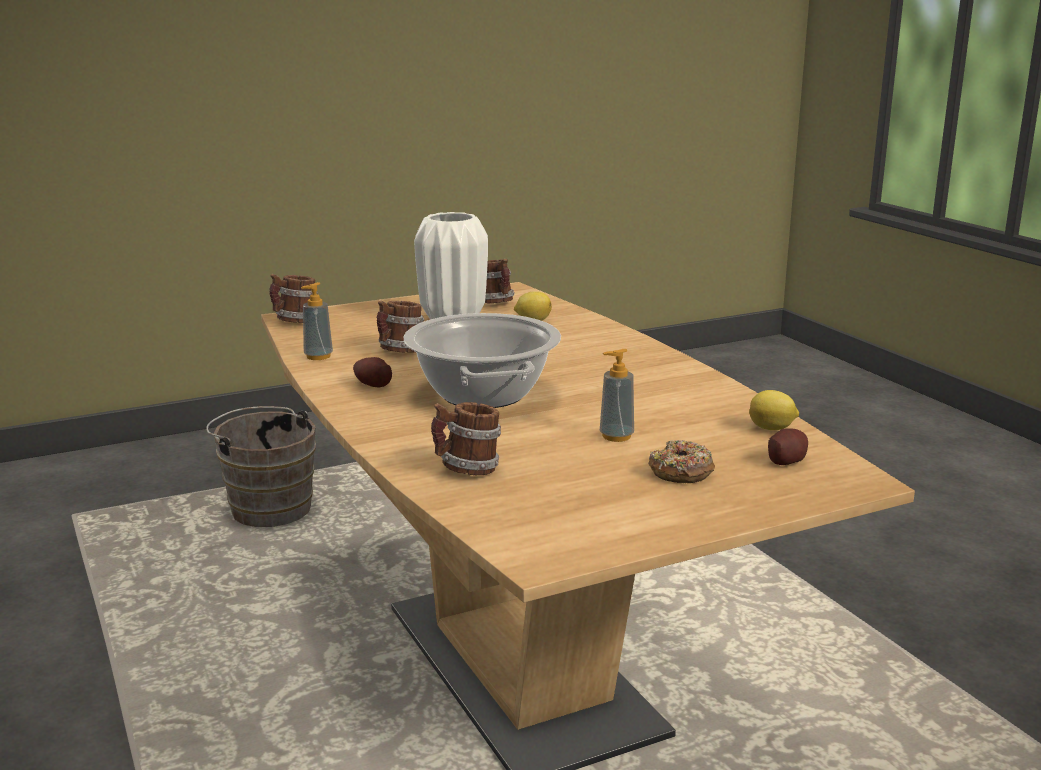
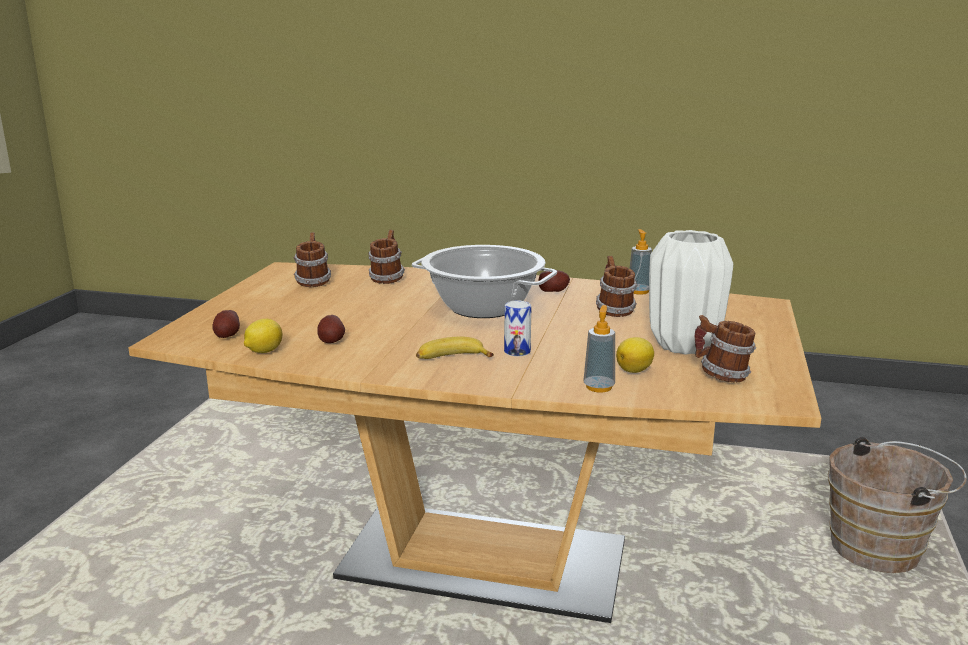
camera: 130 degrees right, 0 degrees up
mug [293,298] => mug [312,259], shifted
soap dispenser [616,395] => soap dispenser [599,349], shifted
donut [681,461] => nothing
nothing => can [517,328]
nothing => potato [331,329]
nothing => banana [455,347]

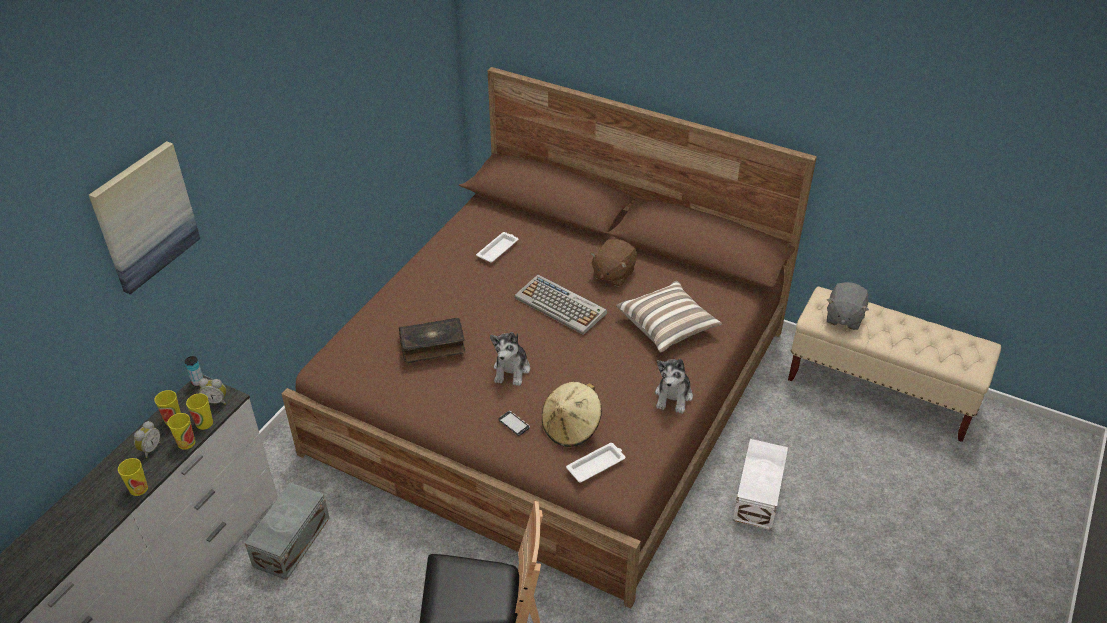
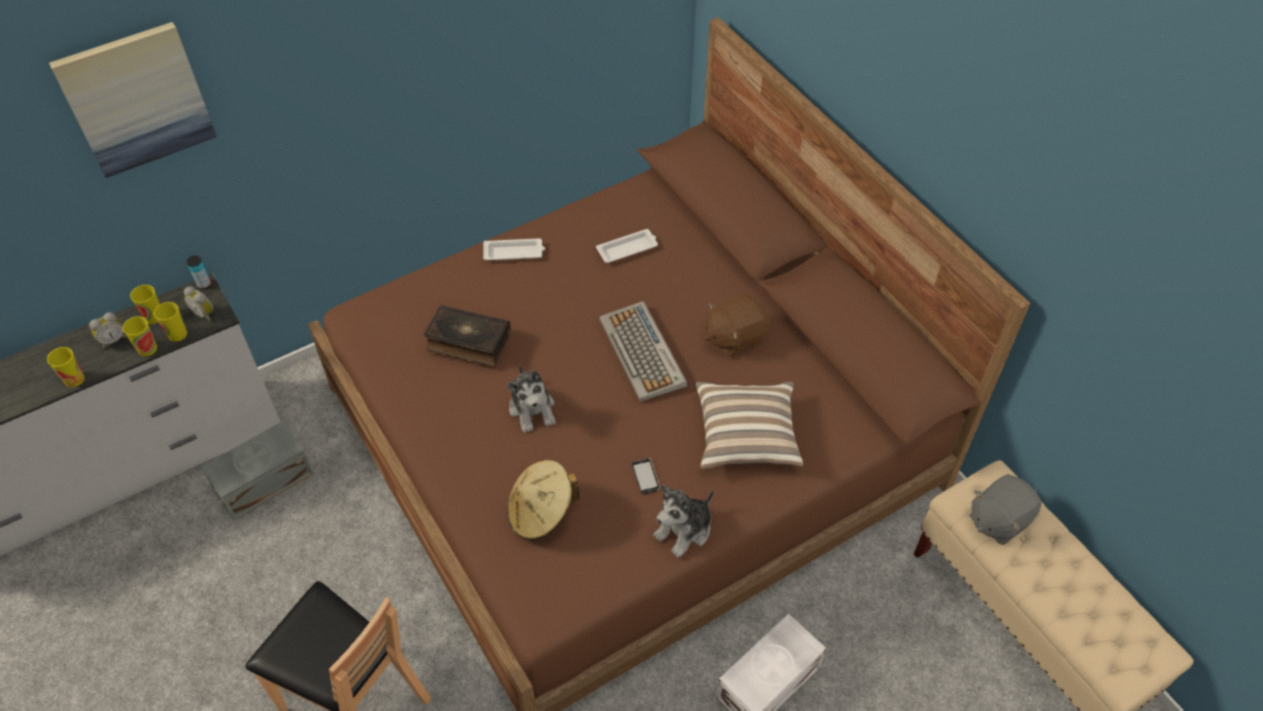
camera: 30 degrees right, 10 degrees up
plush toy [510,359] => plush toy [531,398], 60 degrees counterclockwise
phone [514,423] => phone [646,476], shifted
white tray [595,463] => white tray [514,249], shifted

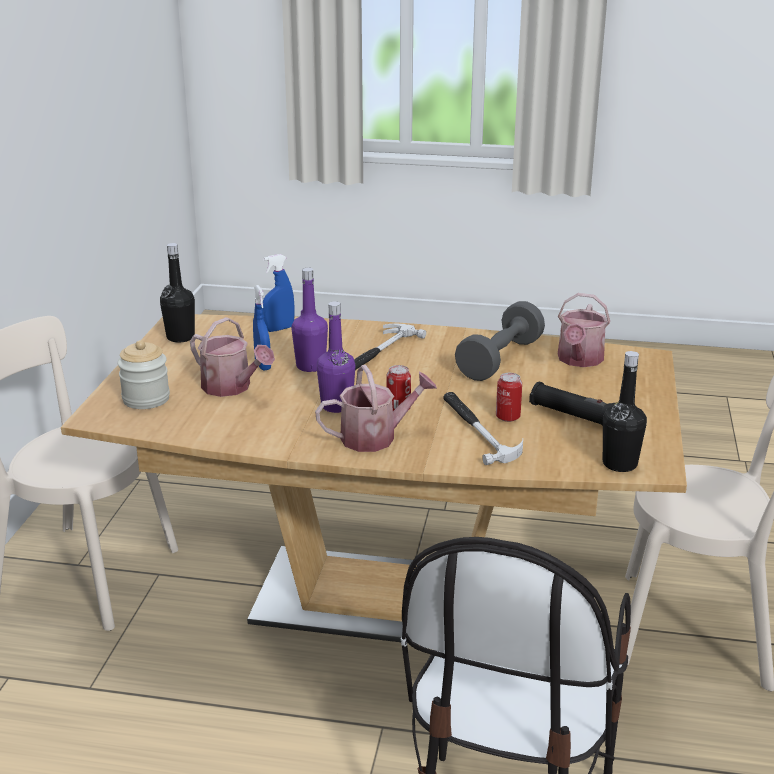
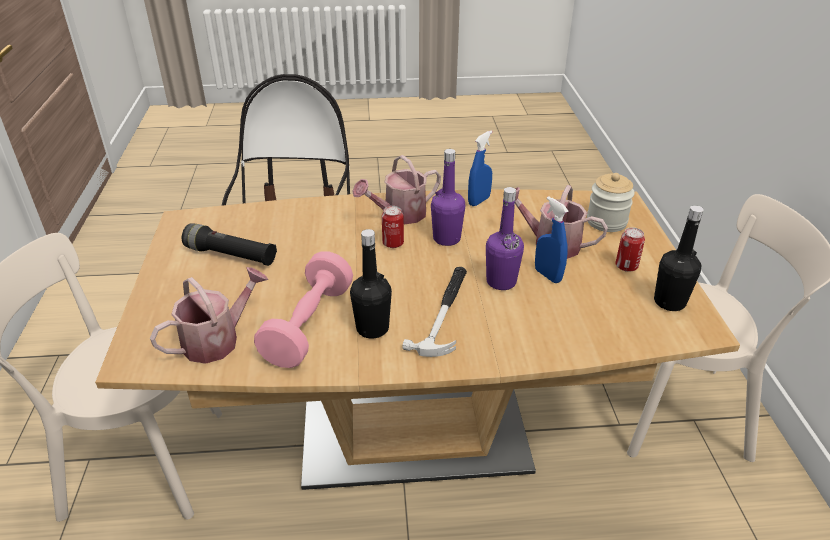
camera: 165 degrees right, 10 degrees up
blue spray bottle [278,293] => blue spray bottle [480,168], shifted
watering can [584,330] => watering can [209,315], 45 degrees clockwise
grey dumbbell [500,341] => pink dumbbell [303,309]
black bottle [625,411] => black bottle [371,284], shifted
can [509,397] => can [630,249], shifted
hammer [483,428] => nothing

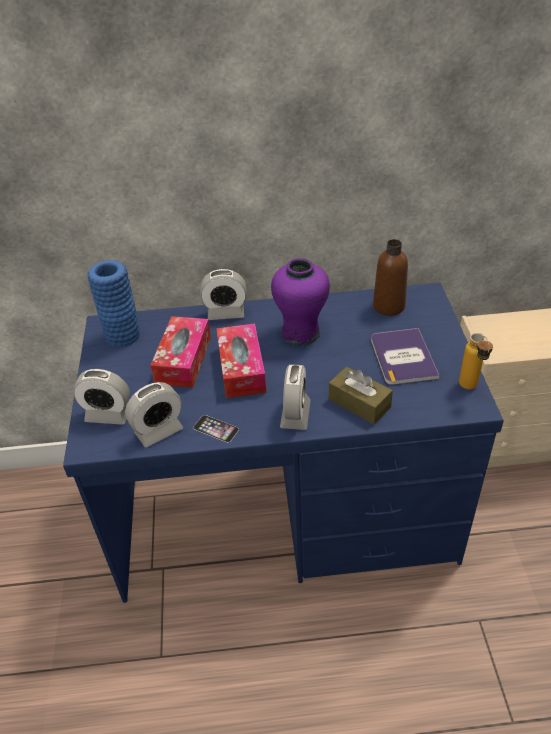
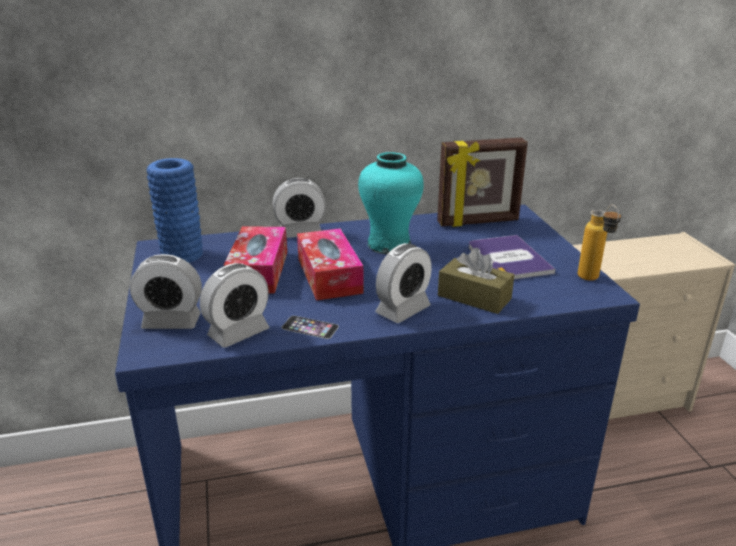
camera: 10 degrees left, 15 degrees down
brown bottle [390,277] => picture frame [482,182]
purple vase [300,302] => turquoise vase [391,203]
alarm clock [295,397] => alarm clock [403,283], 45 degrees clockwise

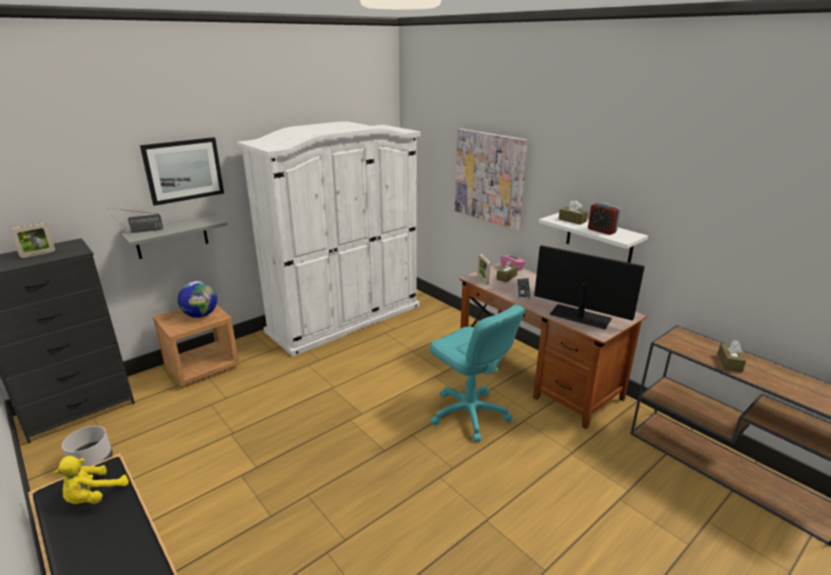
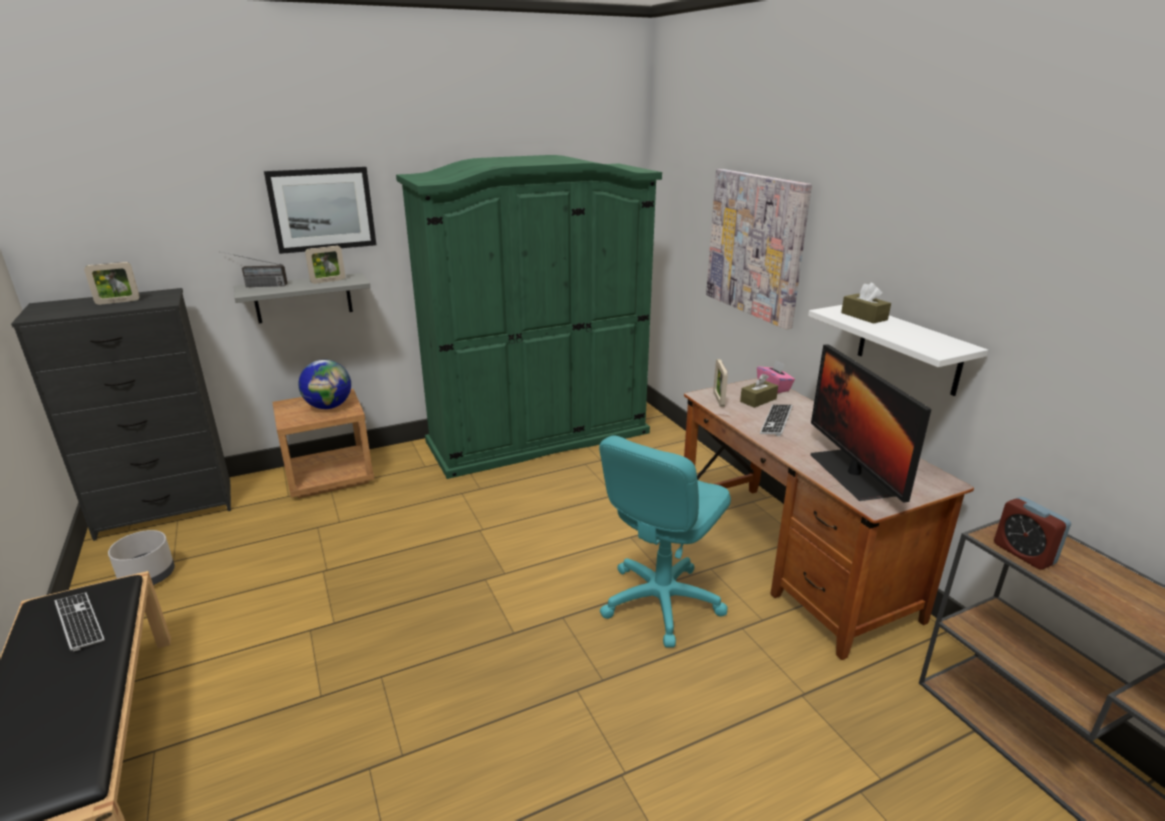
camera: 15 degrees right, 0 degrees up
white wardrobe [328,238] => green wardrobe [529,317]
alarm clock [604,219] => alarm clock [1032,533], shifted
monitor [589,287] => monitor [871,423], 150 degrees counterclockwise
turquoise office chair [477,373] => turquoise office chair [665,541], 60 degrees clockwise
brown tissue box [732,356] => nothing
yellow plush toy [91,480] => keyboard [80,622]
nothing => picture frame [325,265]

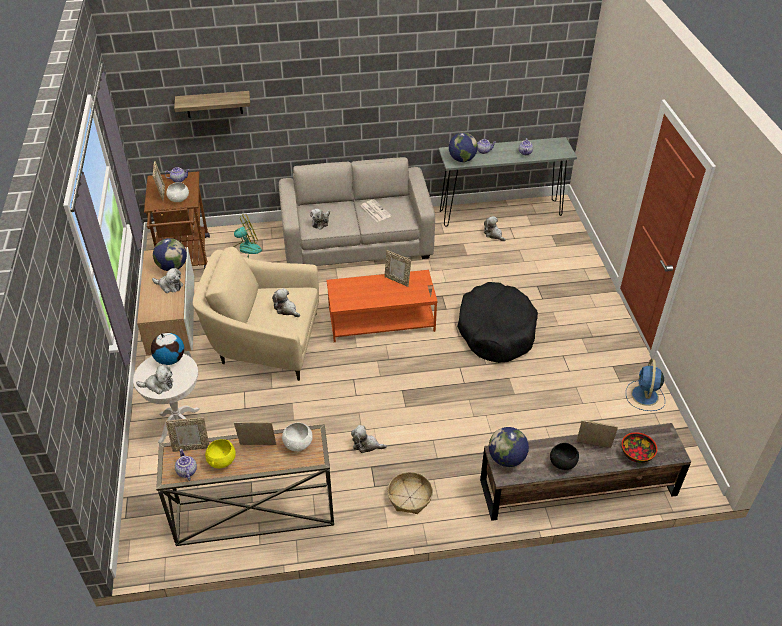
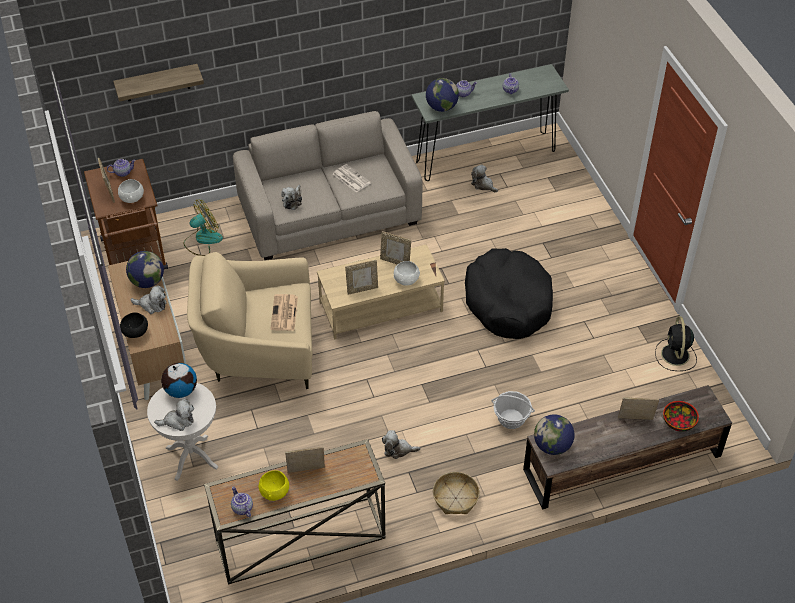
camera: 10 degrees left, 5 degrees up
orange coffee table [382,306] => beige coffee table [381,292]
plush toy [286,302] => newspaper [284,312]
blue fan [645,385] => black fan [676,343]
picture frame [187,434] => picture frame [361,277], shifted
white bowl [297,437] => white bowl [407,273], shifted
black bowl [564,456] => black bowl [134,325], shifted
nothing => basket [513,410]

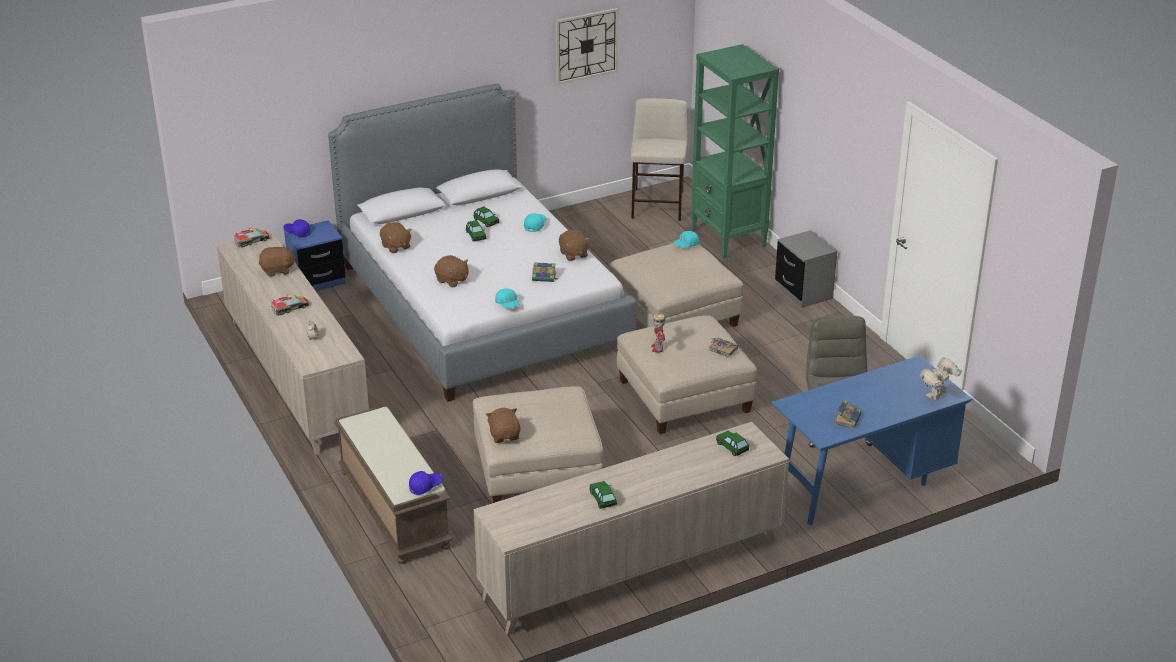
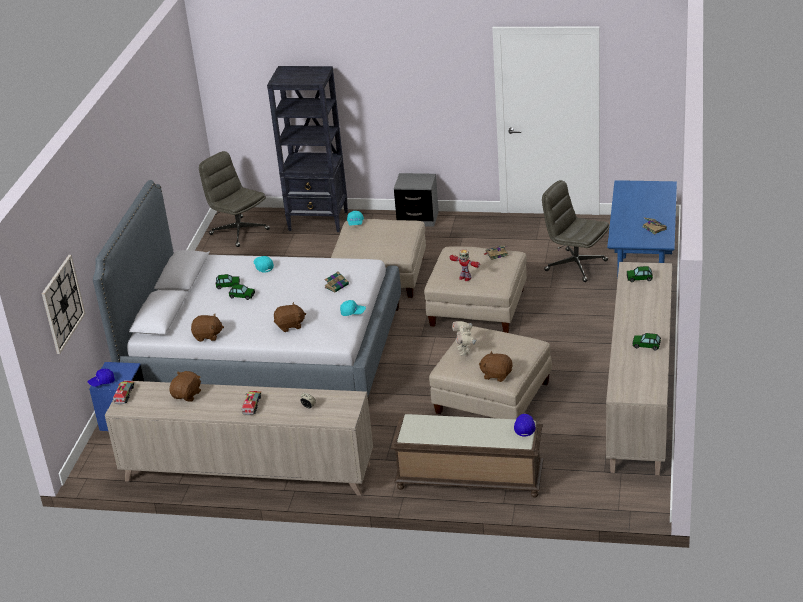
camera: 50 degrees left, 0 degrees up
wall clock [587,46] => wall clock [64,304], shifted
green bookcase [735,151] => black bookcase [307,149]
beige stool [658,159] => grey office chair [234,199]
brown plush toy [574,245] => nothing
toy robot [941,378] => toy robot [464,338], shifted

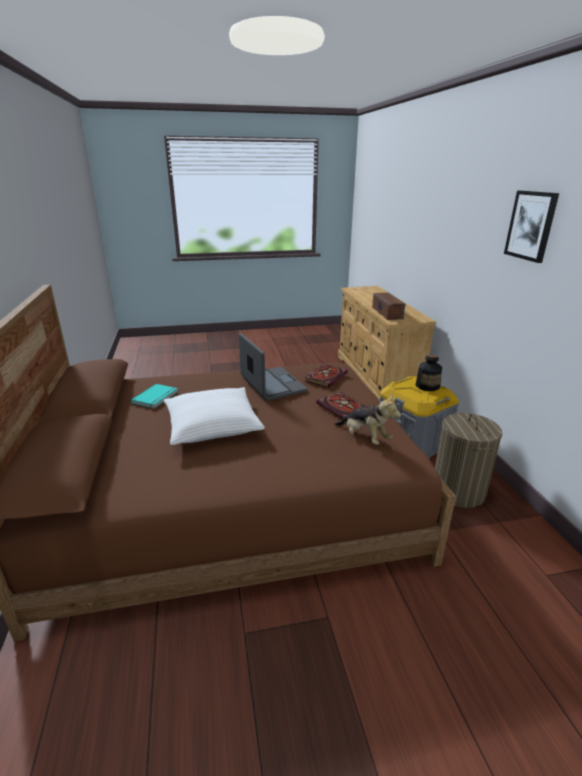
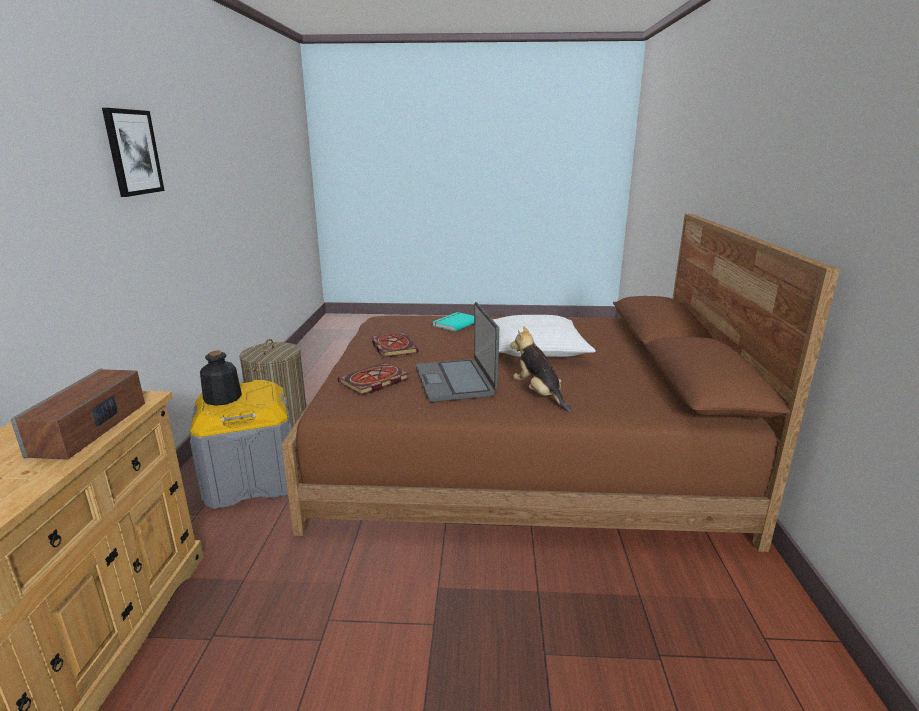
camera: 165 degrees left, 5 degrees down
turquoise book [154,396] => turquoise book [453,321], shifted
plush toy [368,419] => plush toy [540,369], shifted

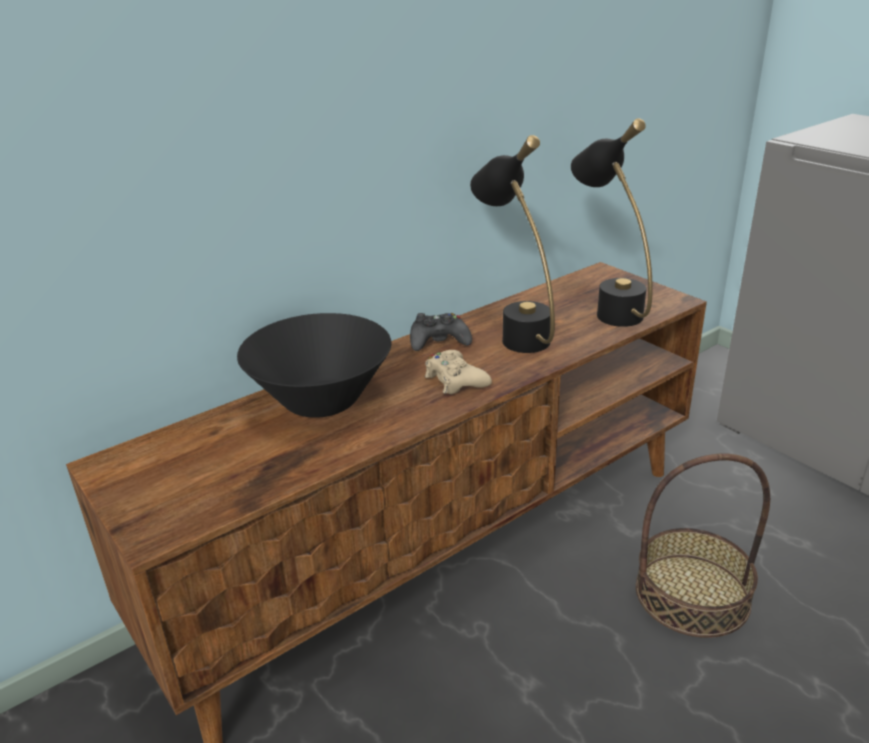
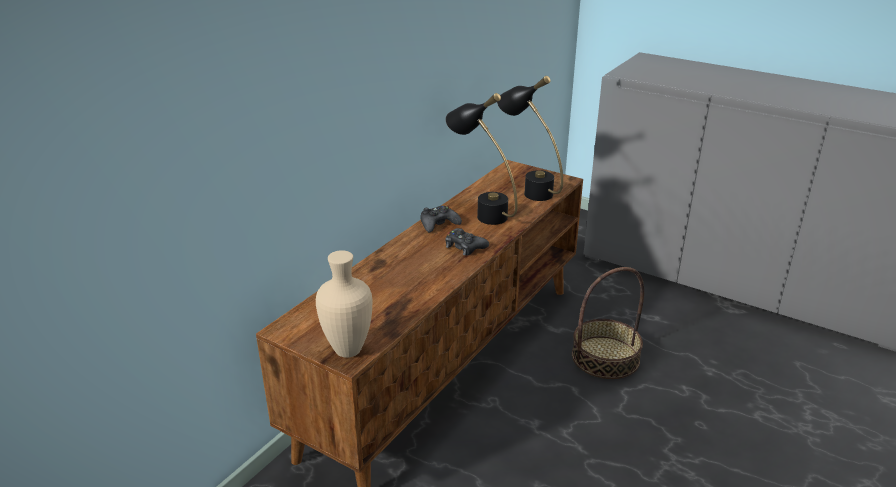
camera: 20 degrees left, 0 degrees up
black bowl [314,365] => nothing
beige game controller [458,372] => black game controller [467,242]
nothing => beige vase [344,304]

